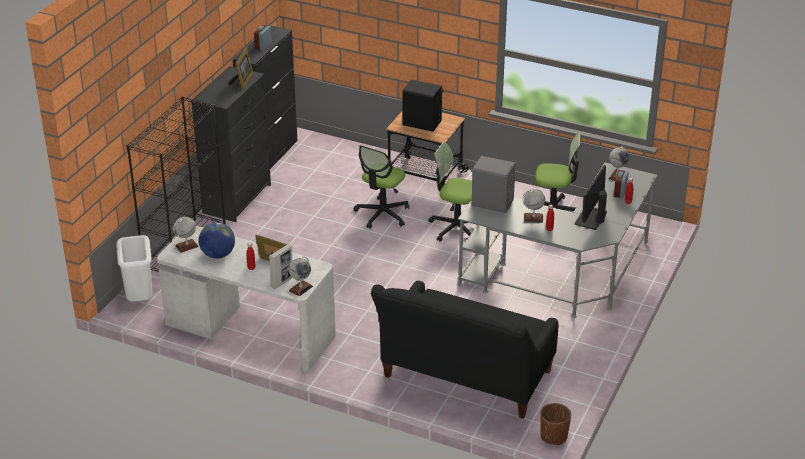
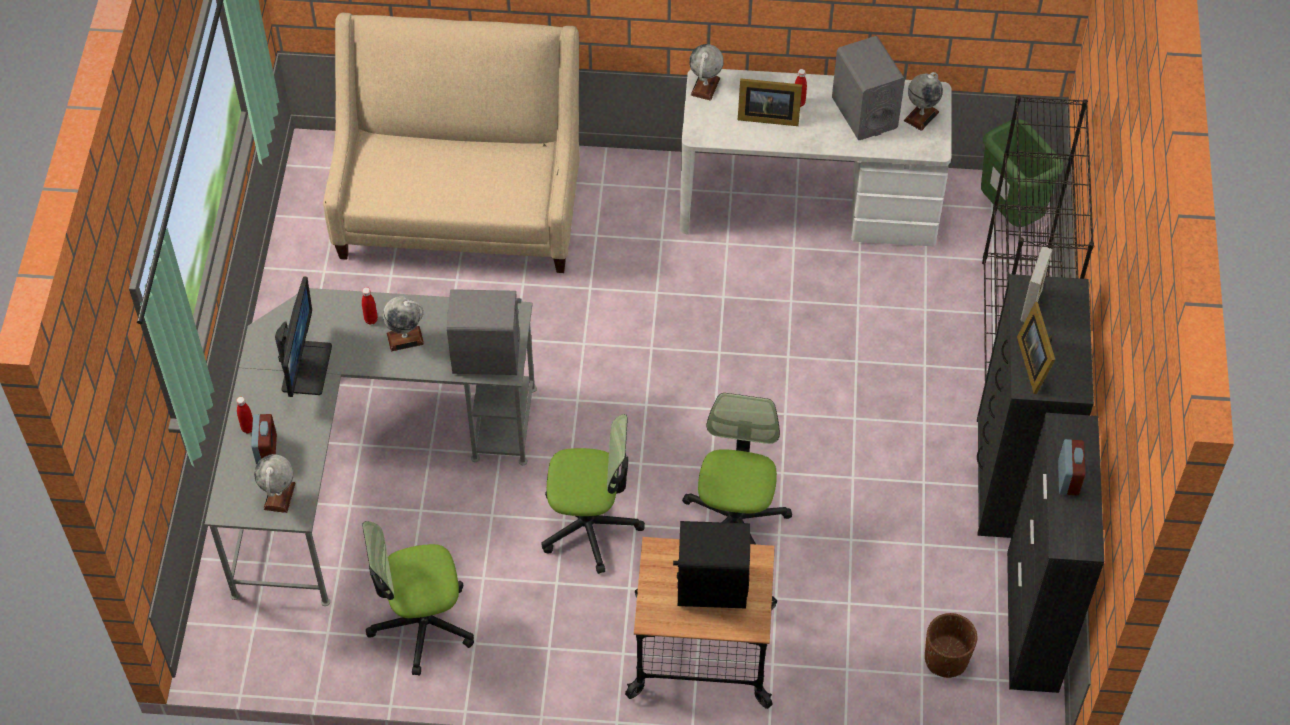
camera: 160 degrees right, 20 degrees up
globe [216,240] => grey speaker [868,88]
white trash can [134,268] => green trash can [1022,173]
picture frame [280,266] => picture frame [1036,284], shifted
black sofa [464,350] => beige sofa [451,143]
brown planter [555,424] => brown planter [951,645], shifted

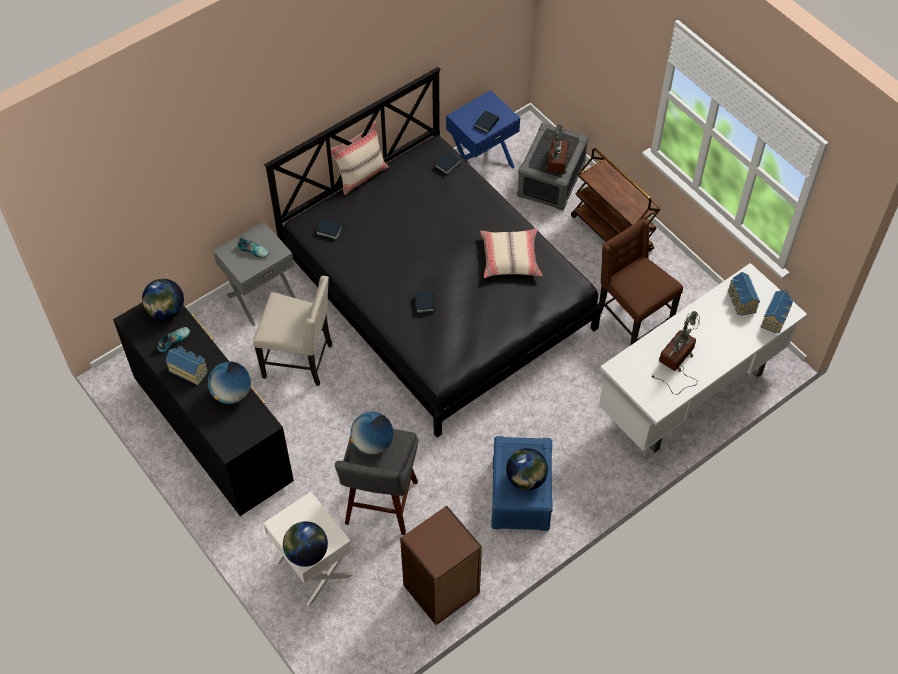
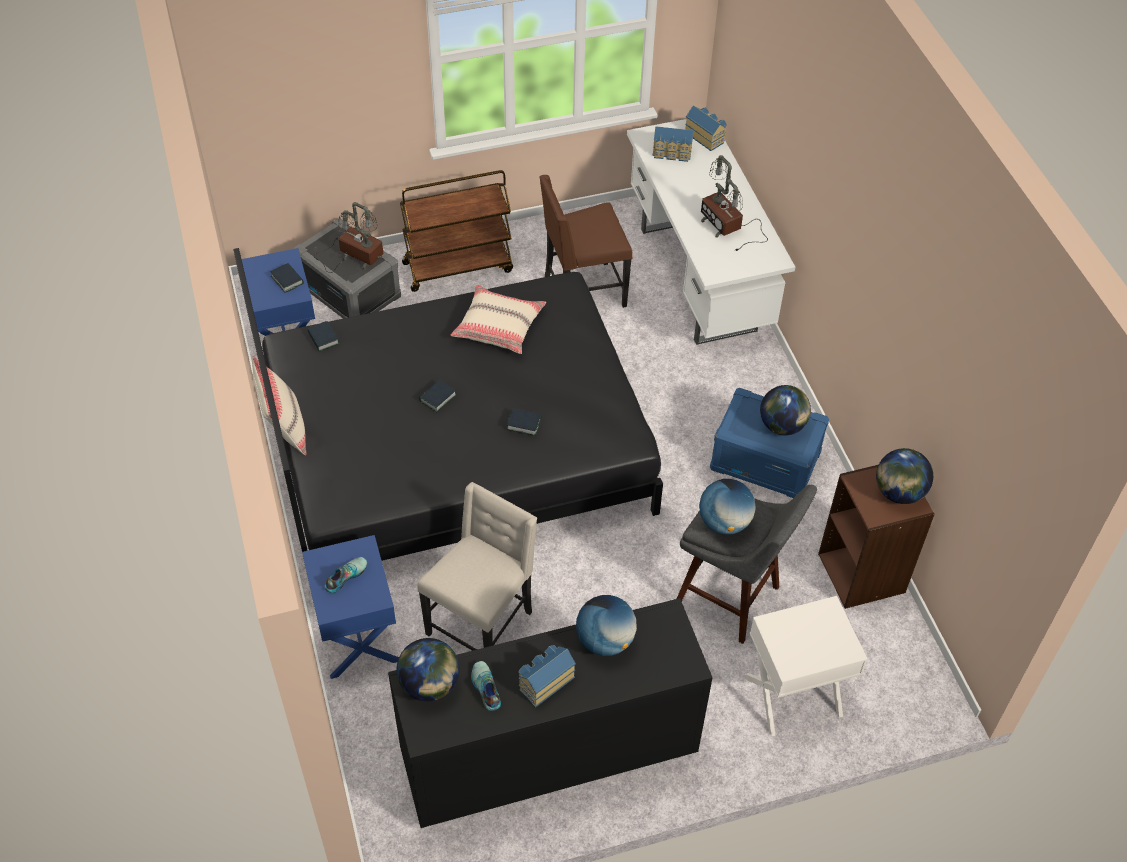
camera: 70 degrees left, 5 degrees down
book [329,229] => book [437,396], shifted
grey nightstand [254,274] => blue nightstand [350,607]
globe [305,544] => globe [904,476], shifted

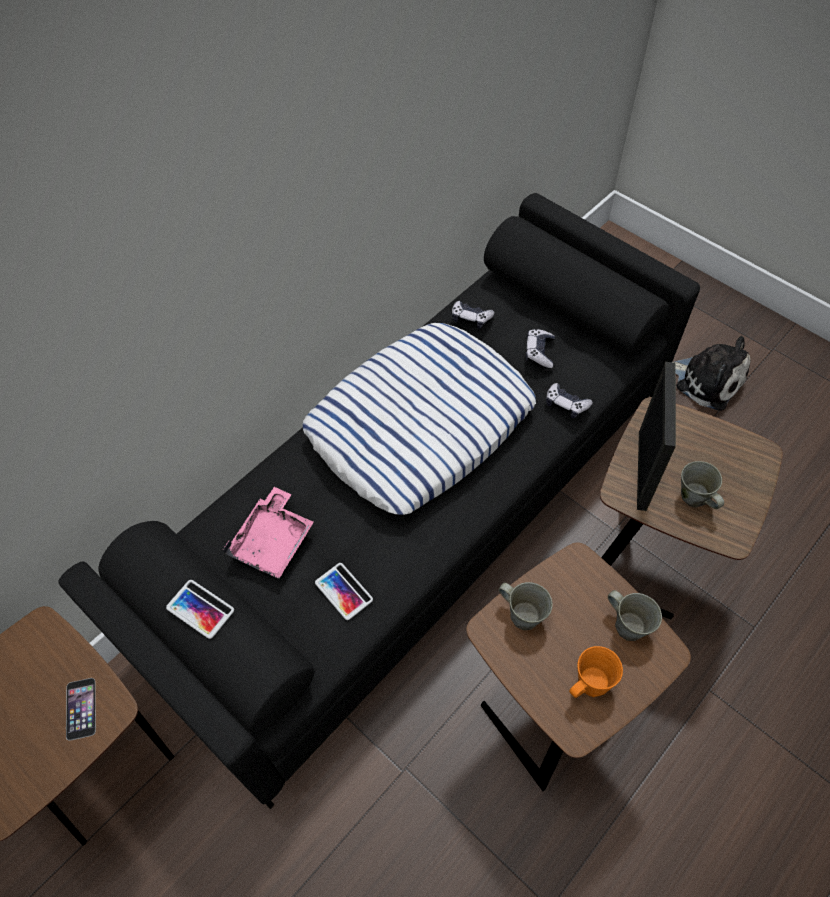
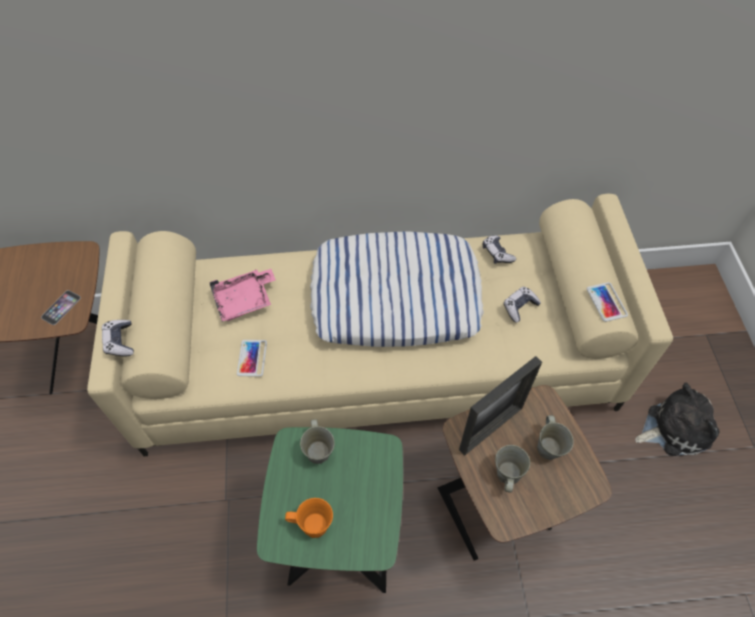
camera: 40 degrees right, 0 degrees up
black sofa [379,501] => beige sofa [380,325]
plush toy [712,373] => plush toy [677,419], 90 degrees counterclockwise
game controller [569,400] => game controller [118,338], shifted
brown side table [578,667] => green side table [330,510]
phone [200,609] => phone [607,302], shifted
grey mug [635,615] => grey mug [555,437], shifted

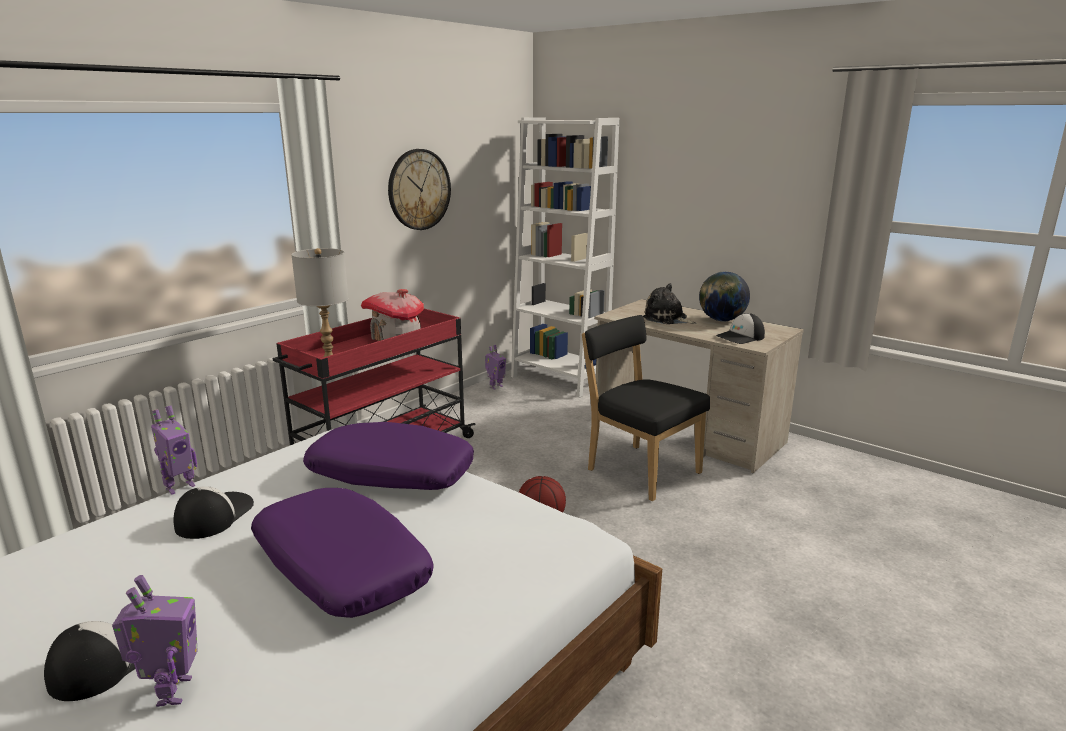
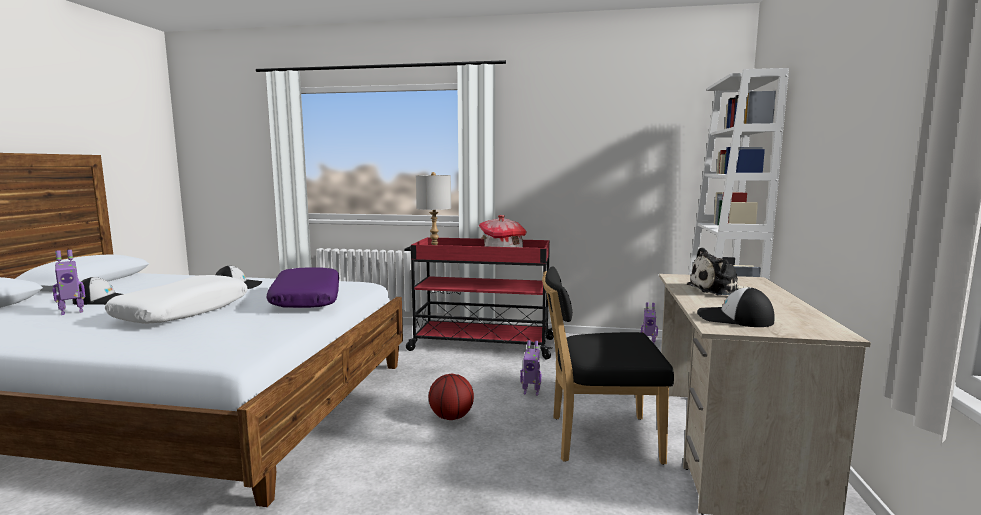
camera: 60 degrees right, 10 degrees down
wall clock [419,189] => nothing
globe [724,296] => nothing
plush toy [669,303] => plush toy [716,271], 105 degrees counterclockwise
black chair [646,408] => black chair [608,365], 105 degrees counterclockwise
toy robot [174,450] => toy robot [530,368], shifted
purple pillow [342,553] => white pillow [176,299]

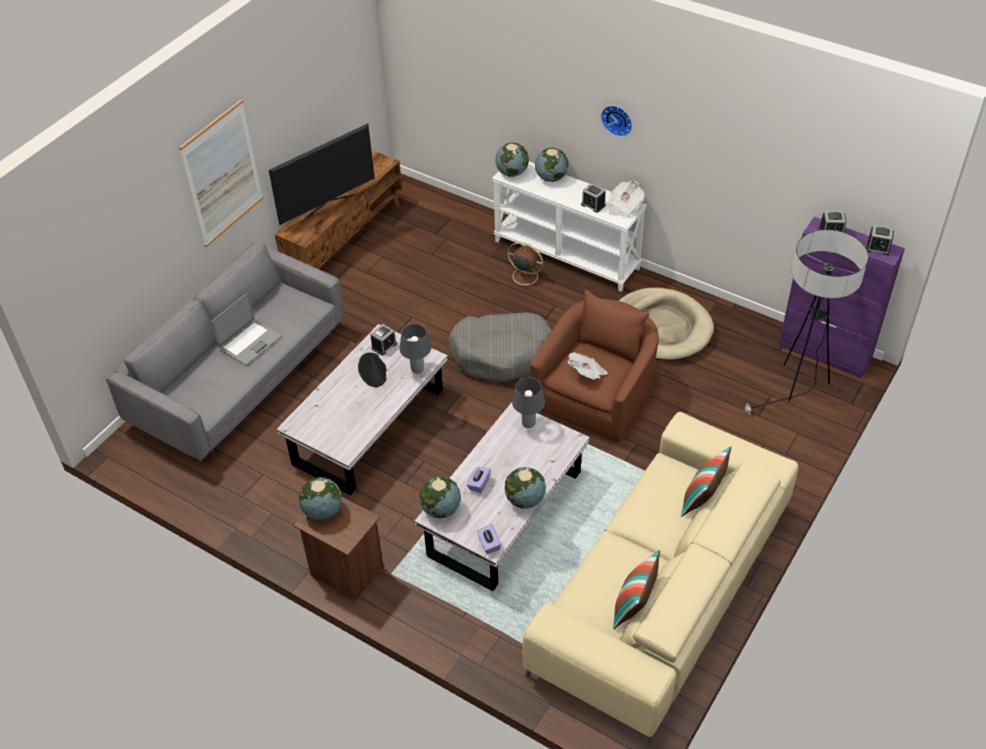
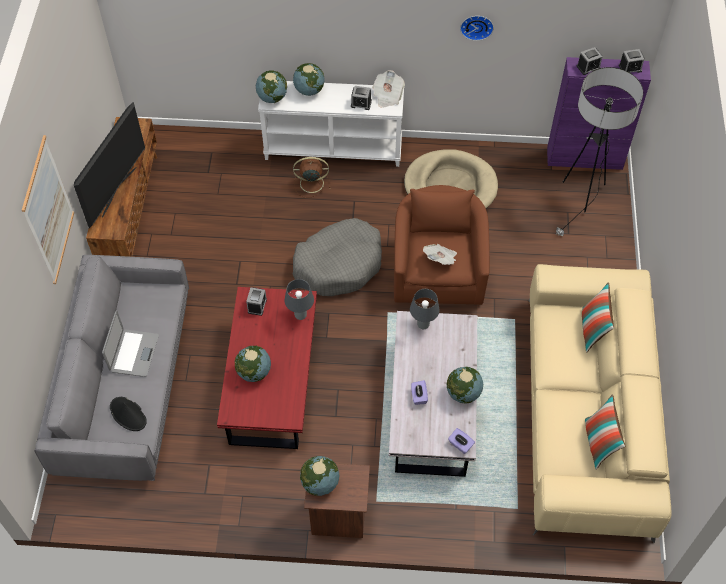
camera: 30 degrees left, 10 degrees up
wall clock [616,121] => wall clock [477,28], shifted
white coffee table [362,409] => red coffee table [267,368]
black hat [372,369] => black hat [128,414], shifted
globe [440,498] => globe [253,364], shifted

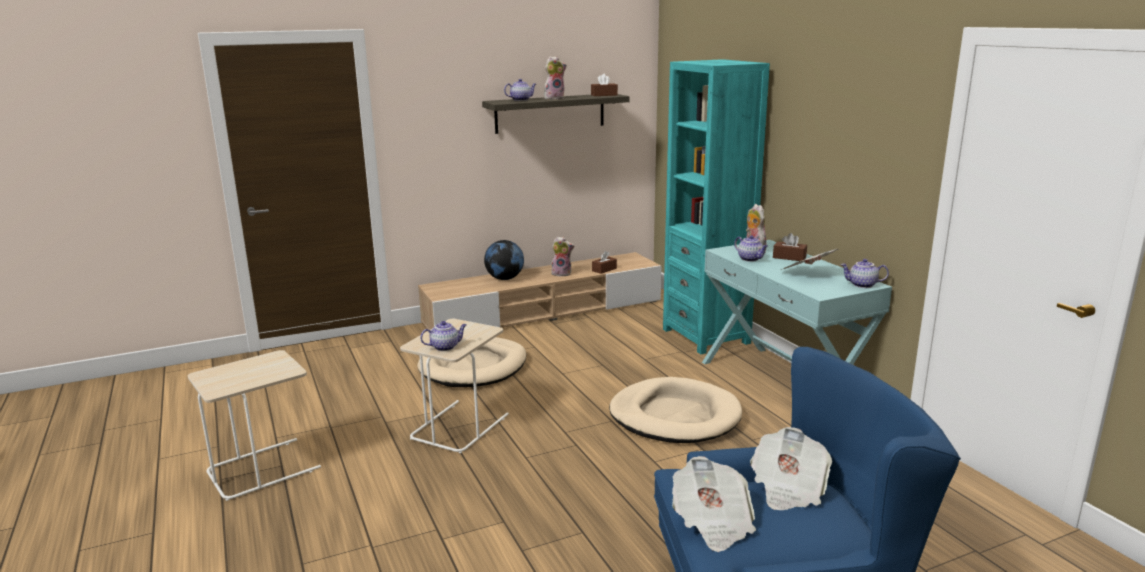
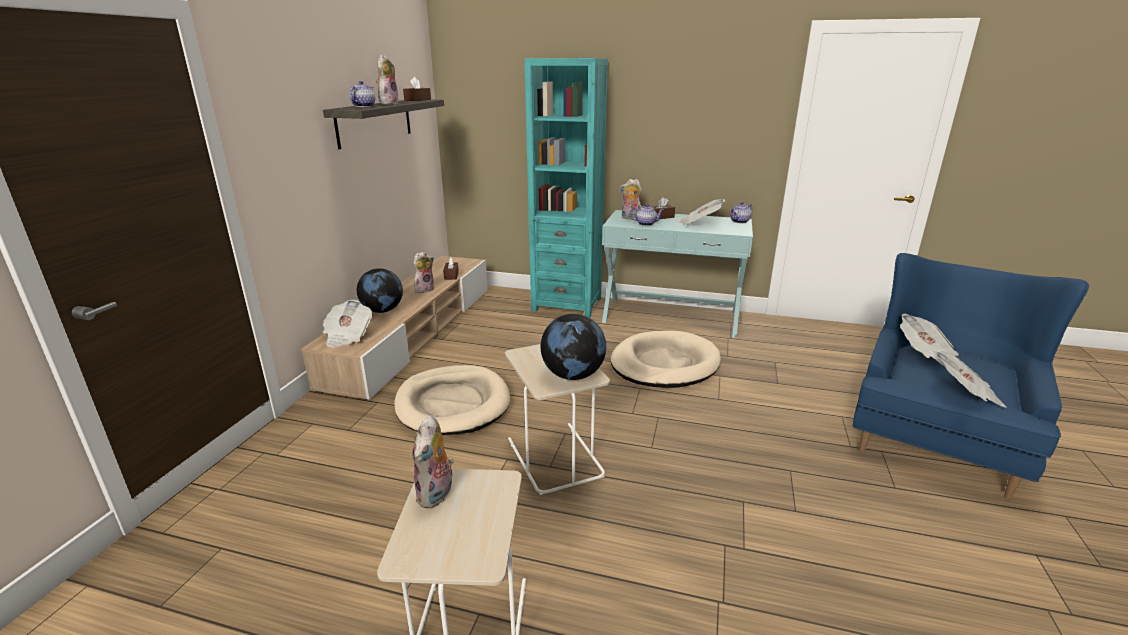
camera: 50 degrees left, 5 degrees up
teapot [443,336] => globe [573,347]
nothing => newspaper [348,324]
nothing => plush toy [433,461]

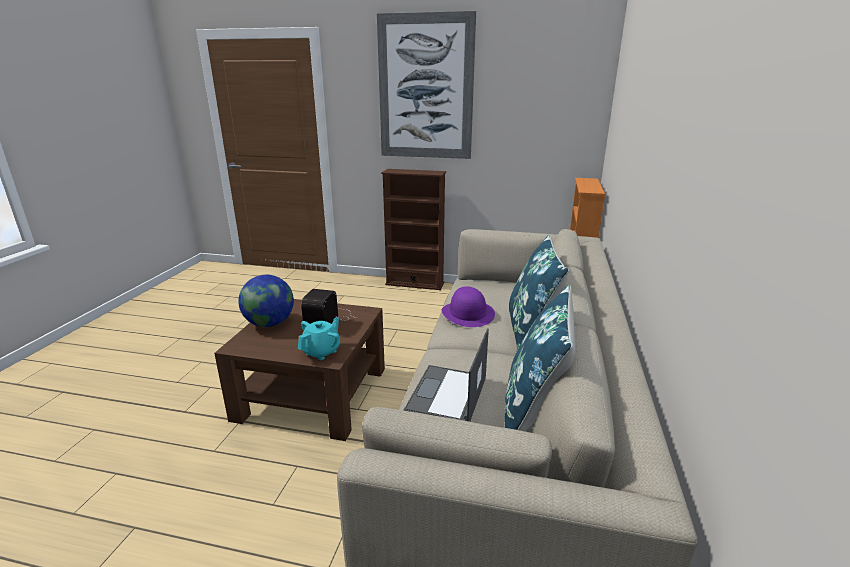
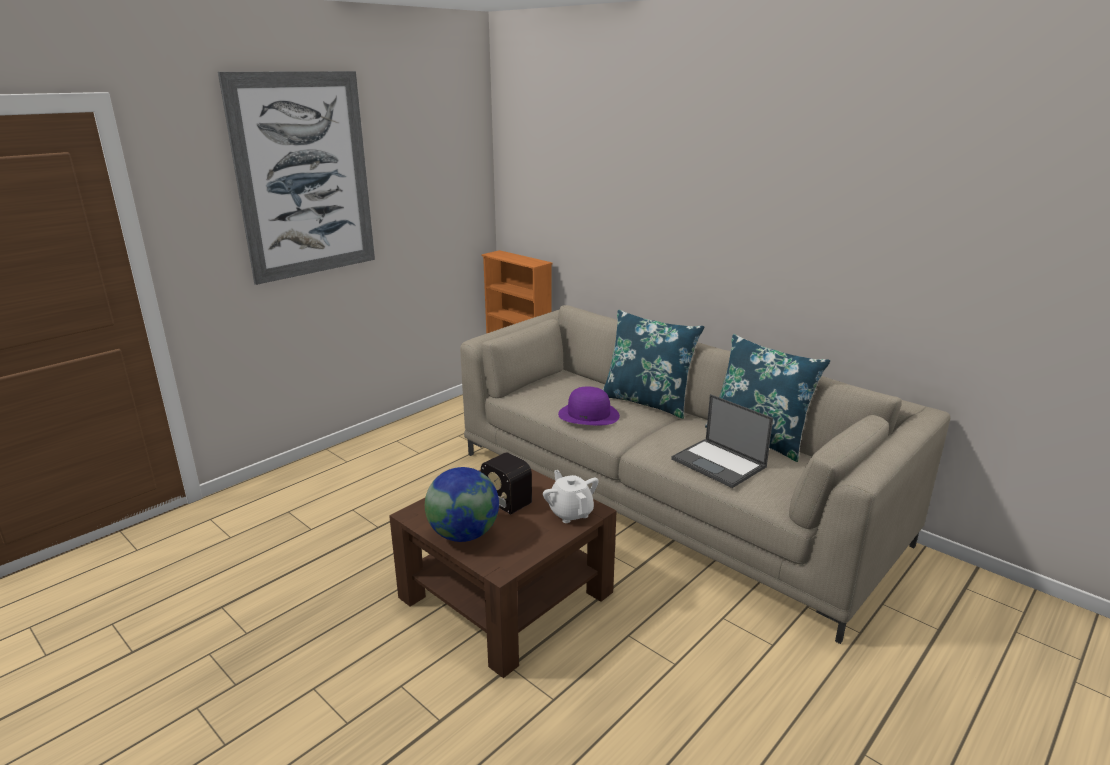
camera: 60 degrees left, 0 degrees up
brown bookcase [413,229] => nothing
turquoise teapot [319,338] => white teapot [571,496]

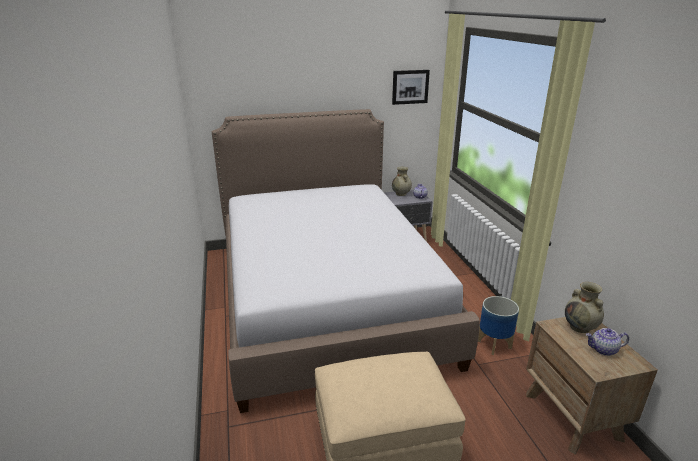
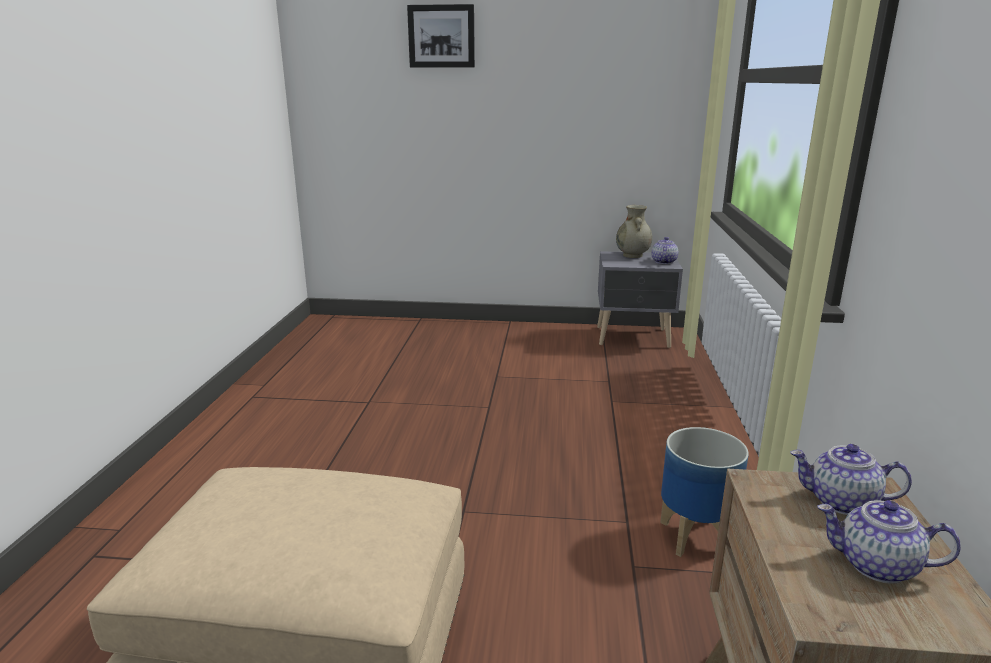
camera: 20 degrees right, 5 degrees down
picture [411,87] => picture [441,35], shifted
bed [346,261] => nothing
beige vase [584,307] => teapot [851,479]

